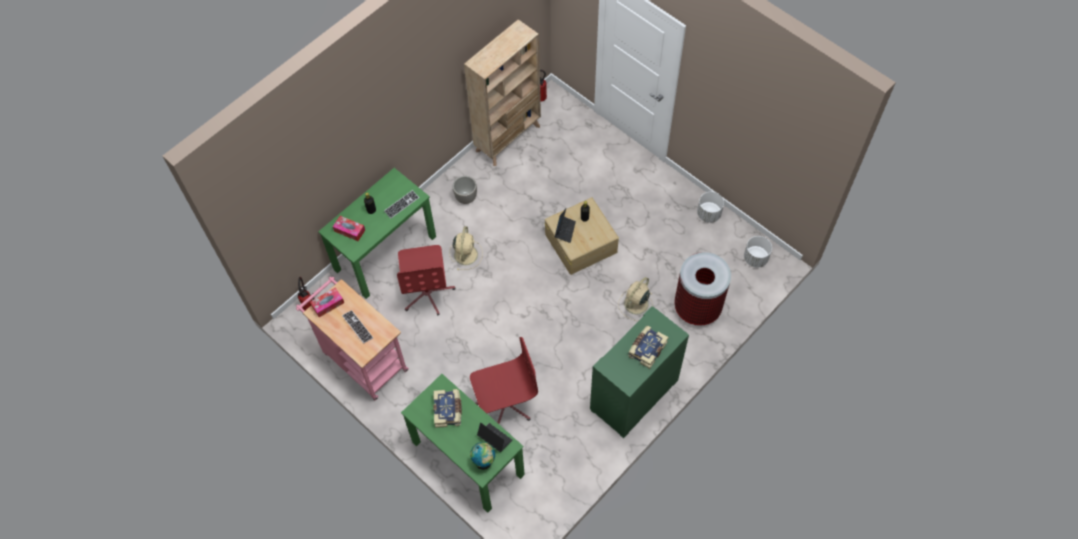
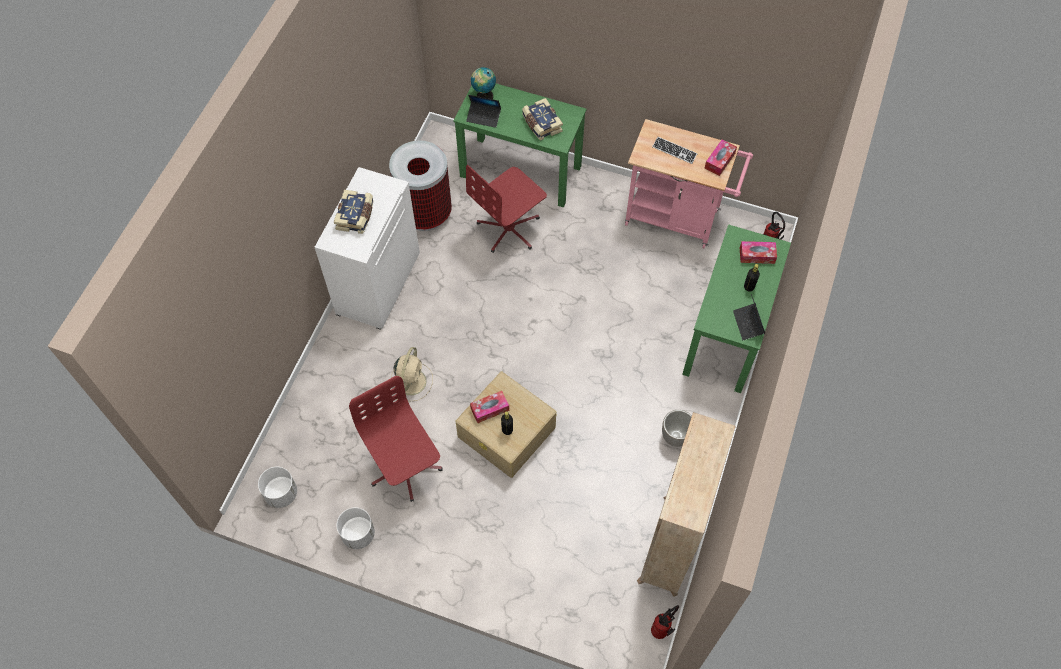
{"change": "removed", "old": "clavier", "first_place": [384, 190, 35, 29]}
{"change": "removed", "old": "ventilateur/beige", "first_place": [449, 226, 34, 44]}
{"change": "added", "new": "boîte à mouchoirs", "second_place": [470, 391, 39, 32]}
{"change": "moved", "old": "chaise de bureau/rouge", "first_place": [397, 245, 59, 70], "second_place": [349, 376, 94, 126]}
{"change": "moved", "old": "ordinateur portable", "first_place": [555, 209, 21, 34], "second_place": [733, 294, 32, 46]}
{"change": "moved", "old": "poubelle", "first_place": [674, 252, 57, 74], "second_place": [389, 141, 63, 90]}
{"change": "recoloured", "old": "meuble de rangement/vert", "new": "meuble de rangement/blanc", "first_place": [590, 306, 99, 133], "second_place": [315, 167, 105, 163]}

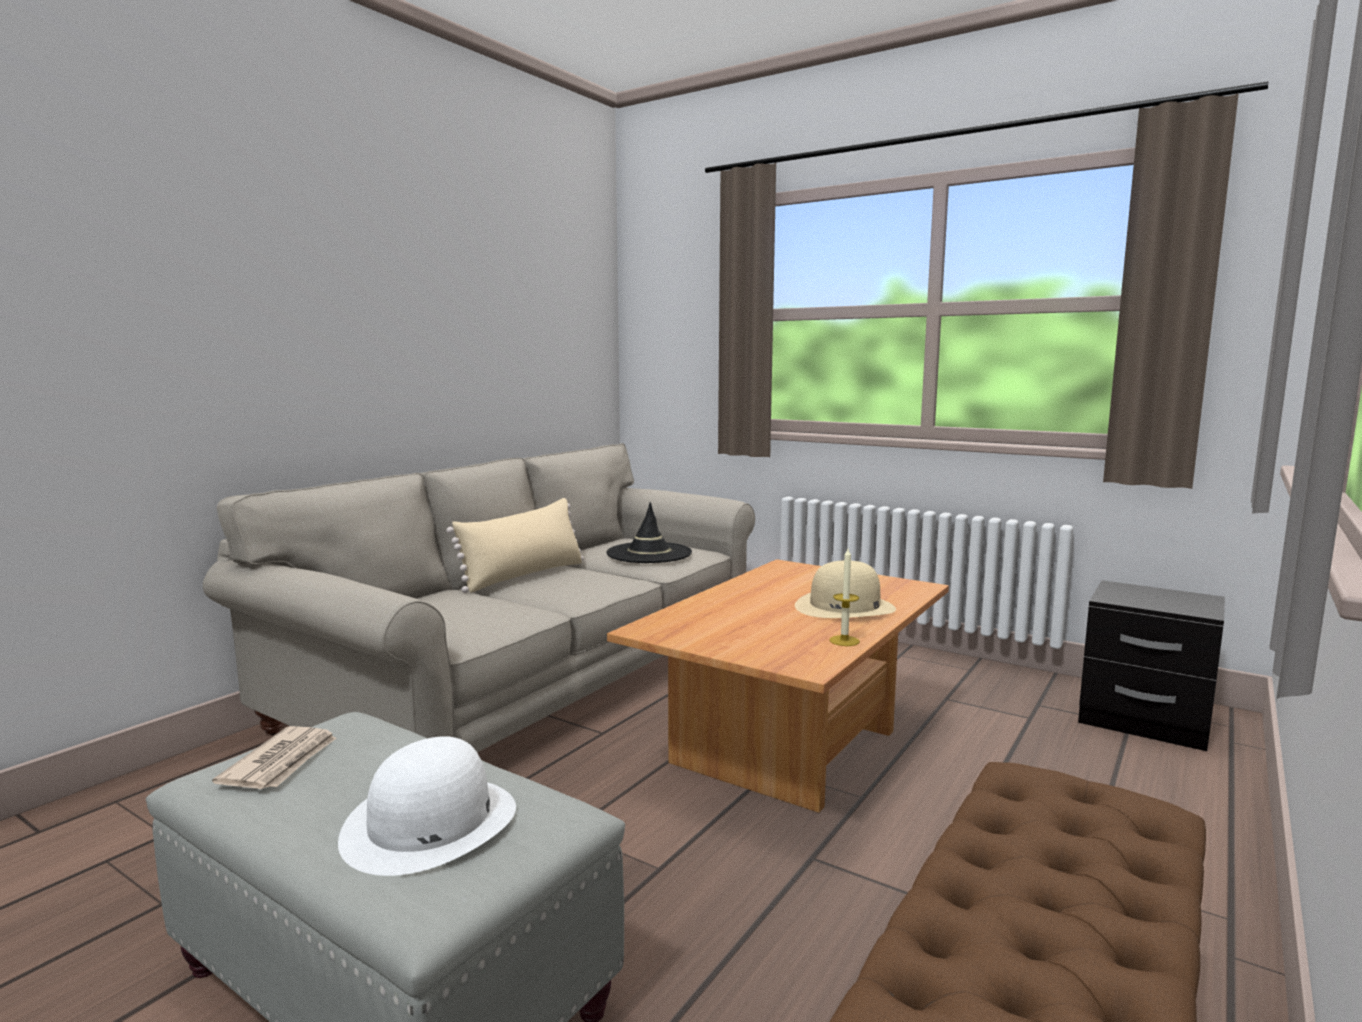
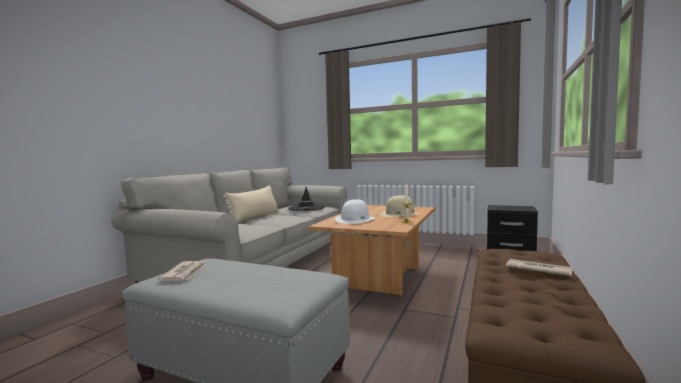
{"change": "added", "new": "journal", "second_place": [506, 259, 67, 18]}
{"change": "moved", "old": "chapeau/blanc", "first_place": [338, 736, 178, 140], "second_place": [335, 199, 41, 25]}

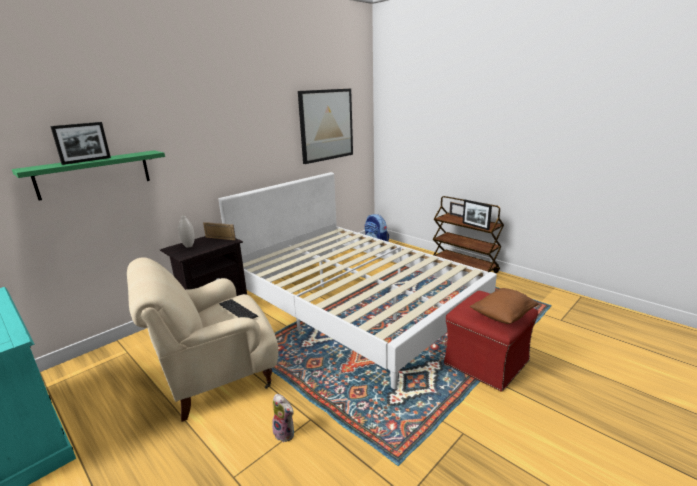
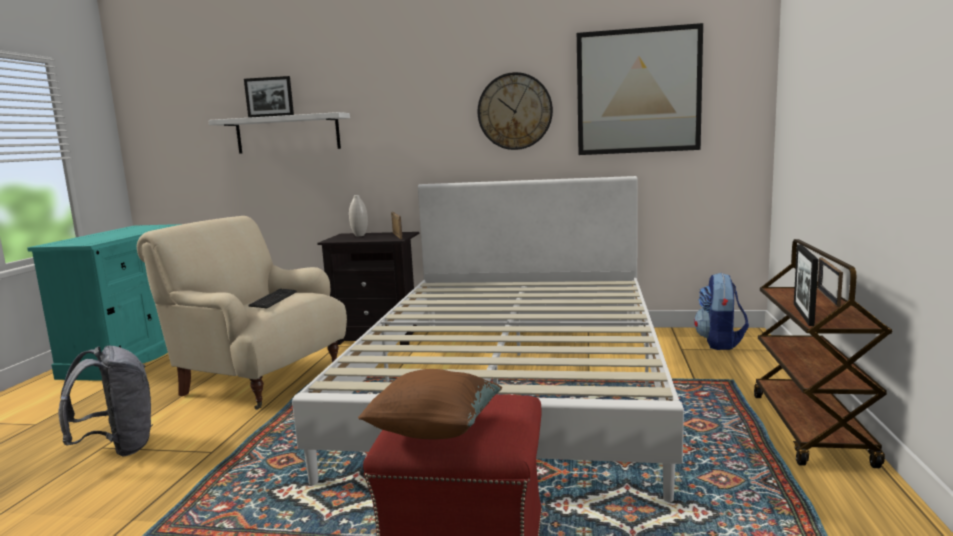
{"change": "removed", "old": "peluche", "first_place": [272, 394, 22, 49]}
{"change": "added", "new": "sac à dos/gris", "second_place": [58, 346, 95, 110]}
{"change": "added", "new": "horloge murale", "second_place": [477, 72, 76, 78]}
{"change": "recoloured", "old": "étagère/vert", "new": "étagère/blanc", "first_place": [12, 150, 153, 51], "second_place": [208, 112, 142, 42]}

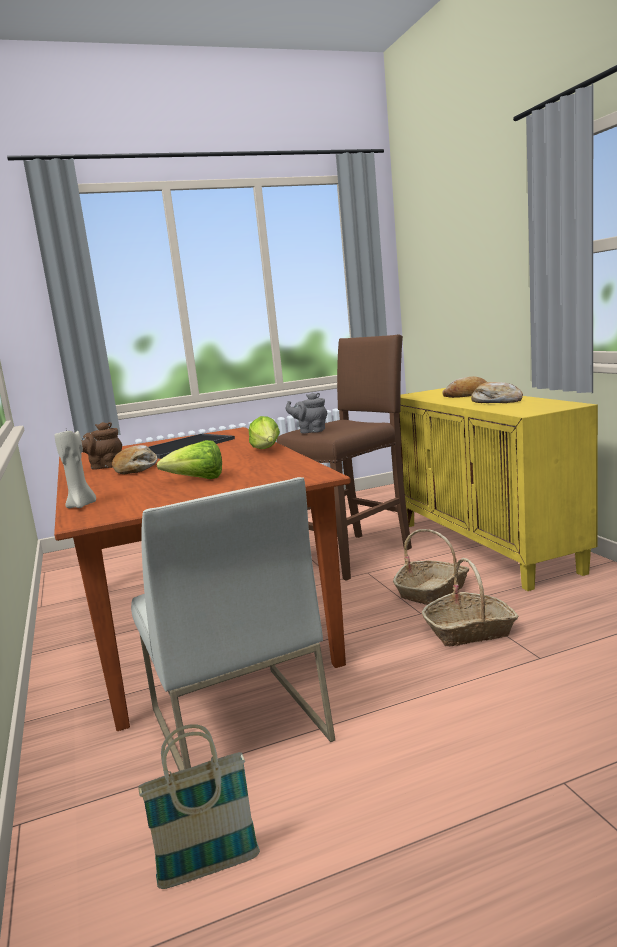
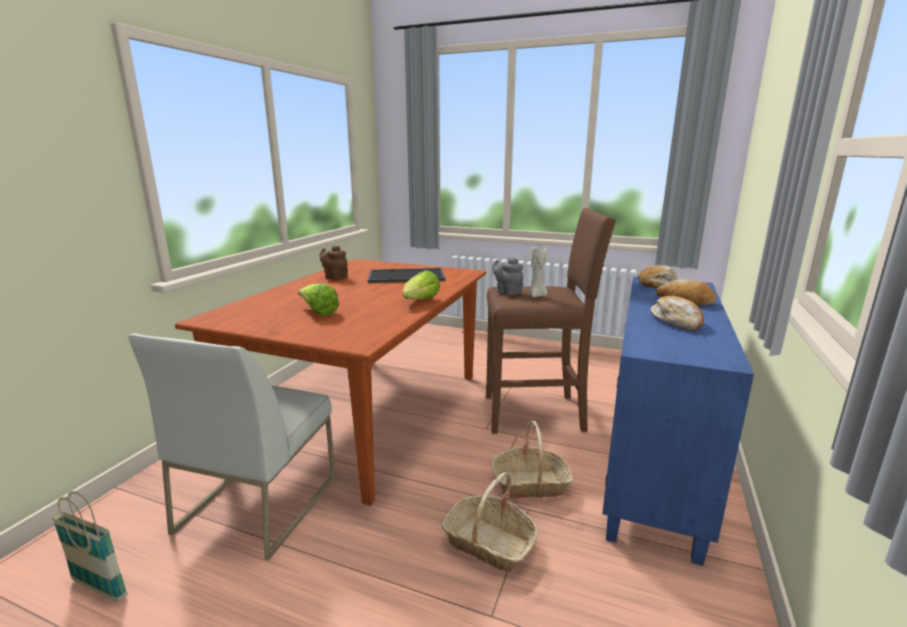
{"change": "moved", "old": "bougie/beige", "first_place": [54, 430, 42, 78], "second_place": [528, 247, 20, 51]}
{"change": "moved", "old": "pain", "first_place": [112, 445, 46, 29], "second_place": [638, 265, 40, 23]}
{"change": "recoloured", "old": "meuble de rangement/jaune", "new": "meuble de rangement/bleu", "first_place": [399, 388, 199, 203], "second_place": [602, 276, 152, 290]}

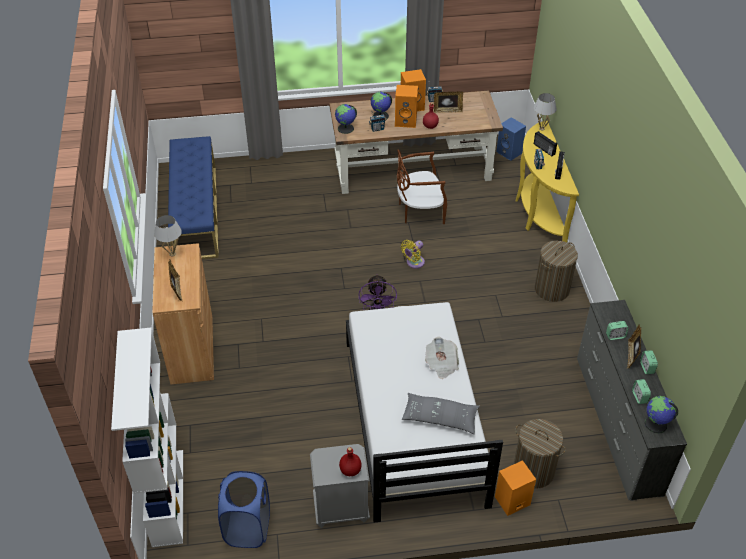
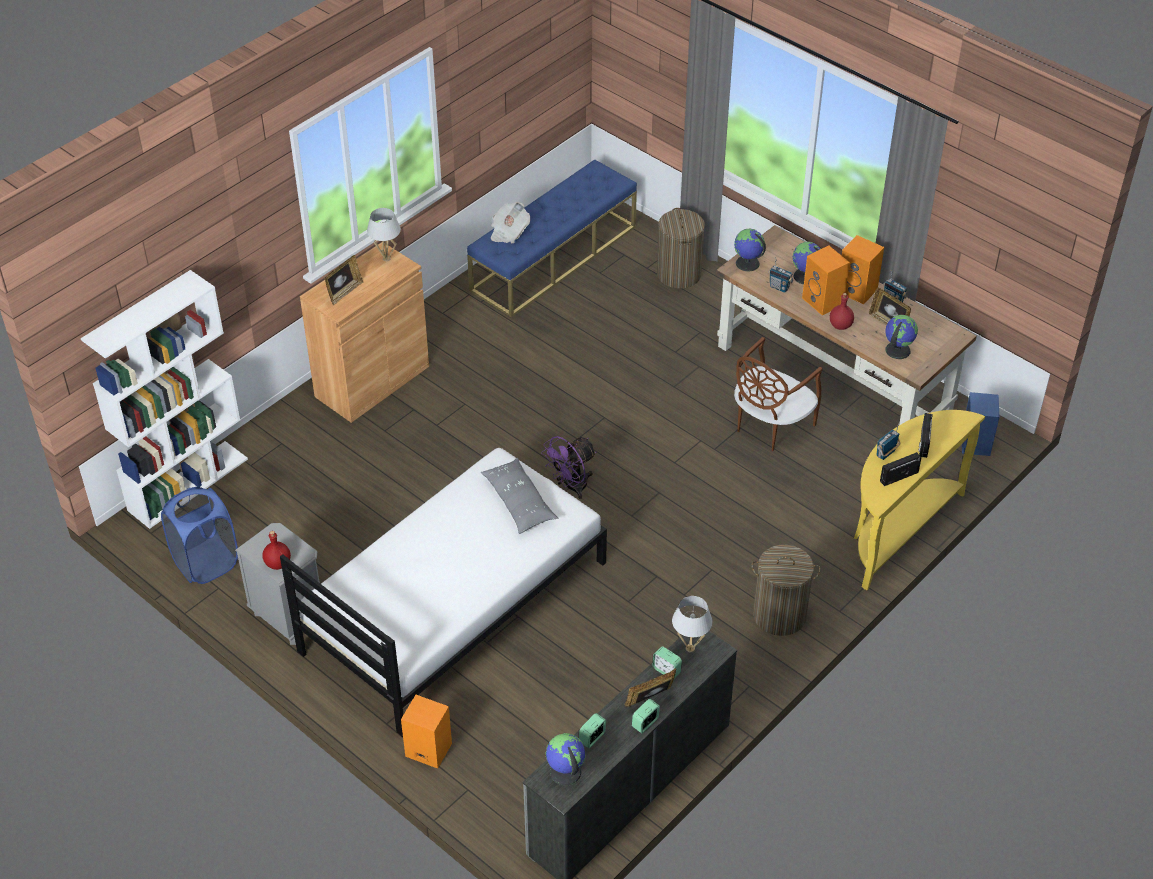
{"change": "removed", "old": "ventilateur/jaune", "first_place": [401, 240, 24, 29]}
{"change": "added", "new": "globe", "second_place": [885, 315, 33, 44]}
{"change": "moved", "old": "coussin/gris", "first_place": [402, 393, 78, 41], "second_place": [481, 458, 77, 76]}
{"change": "moved", "old": "journal", "first_place": [425, 337, 34, 42], "second_place": [491, 202, 39, 41]}
{"change": "moved", "old": "panier à linge", "first_place": [514, 419, 52, 70], "second_place": [657, 208, 48, 81]}
{"change": "moved", "old": "lampe de table/blanc", "first_place": [534, 93, 23, 37], "second_place": [672, 596, 41, 57]}
{"change": "turned", "old": "chaise/marron", "first_place": [397, 150, 50, 74], "second_place": [734, 337, 88, 114], "degrees": -90}

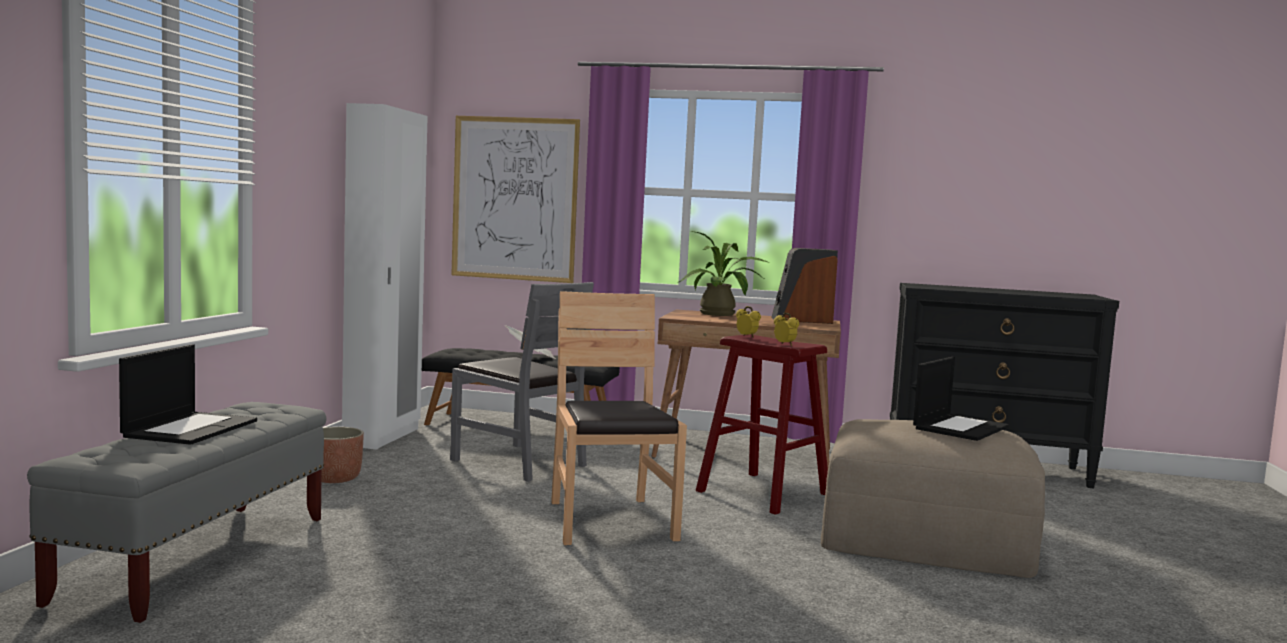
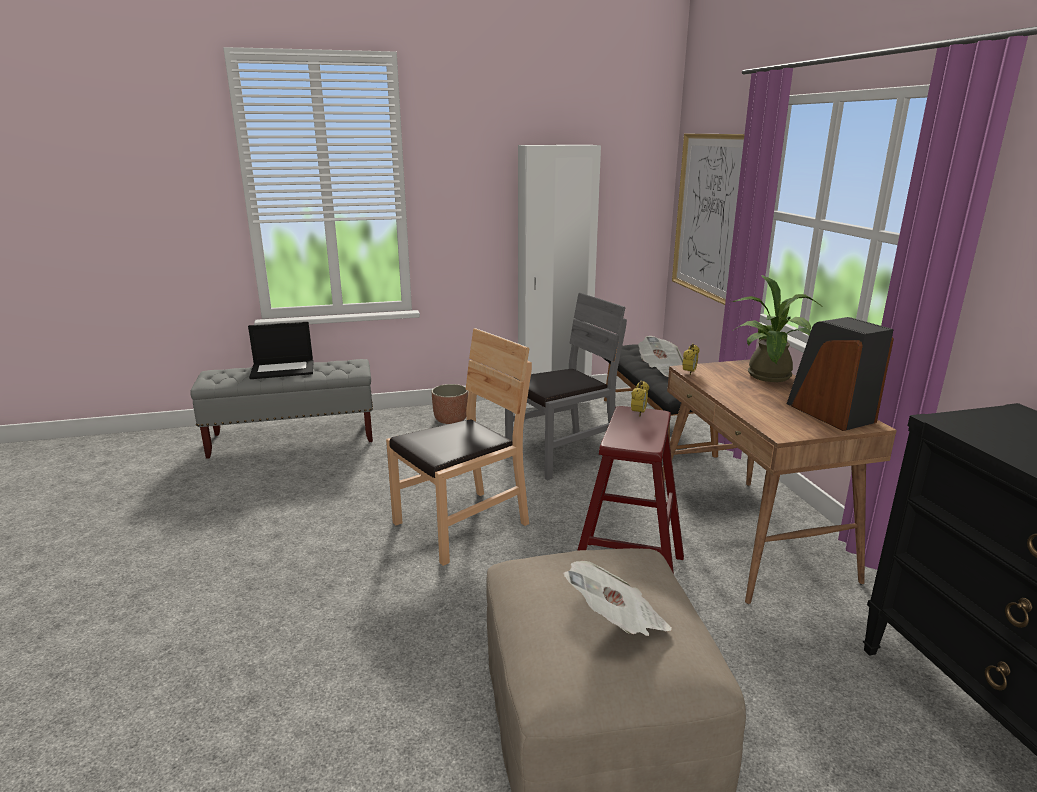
{"change": "moved", "old": "réveil", "first_place": [774, 312, 26, 34], "second_place": [683, 343, 17, 32]}
{"change": "replaced", "old": "ordinateur portable", "new": "journal", "first_place": [913, 357, 96, 84], "second_place": [563, 561, 109, 75]}
{"change": "turned", "old": "chaise/gris", "first_place": [450, 282, 144, 200], "second_place": [505, 293, 122, 187], "degrees": -135}

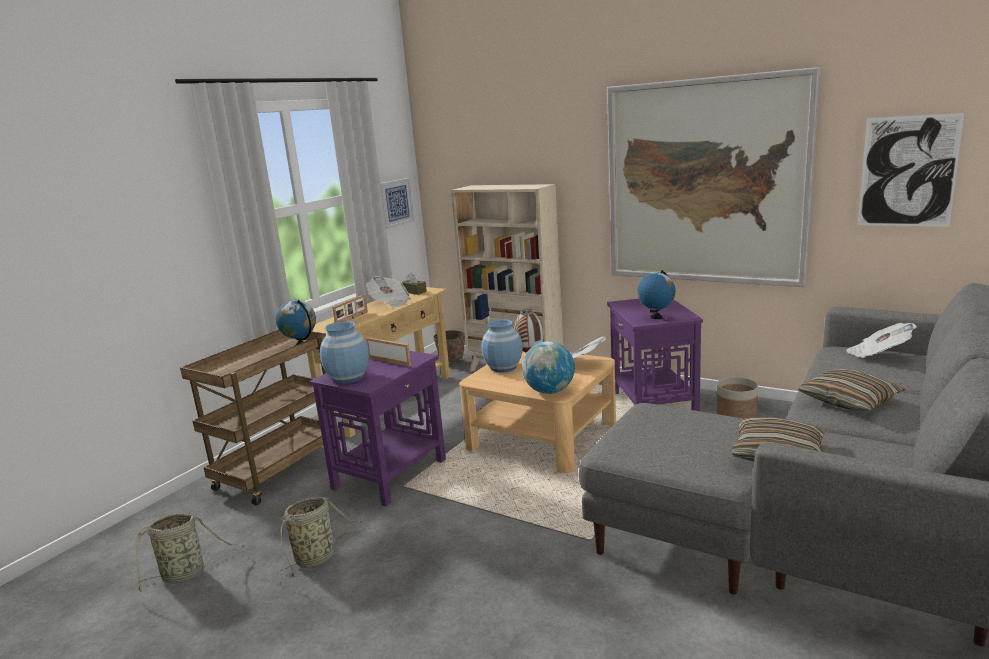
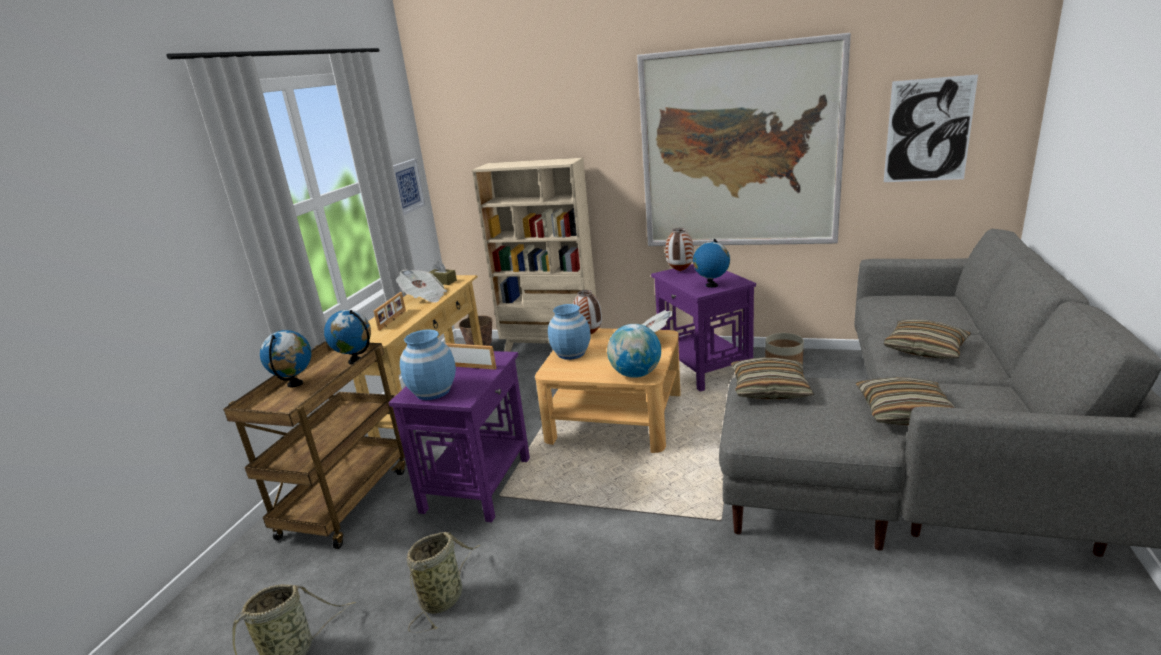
{"change": "removed", "old": "journal", "first_place": [846, 323, 71, 35]}
{"change": "added", "new": "globe", "second_place": [260, 330, 51, 57]}
{"change": "added", "new": "vase", "second_place": [666, 228, 28, 43]}
{"change": "added", "new": "coussin", "second_place": [731, 358, 83, 41]}

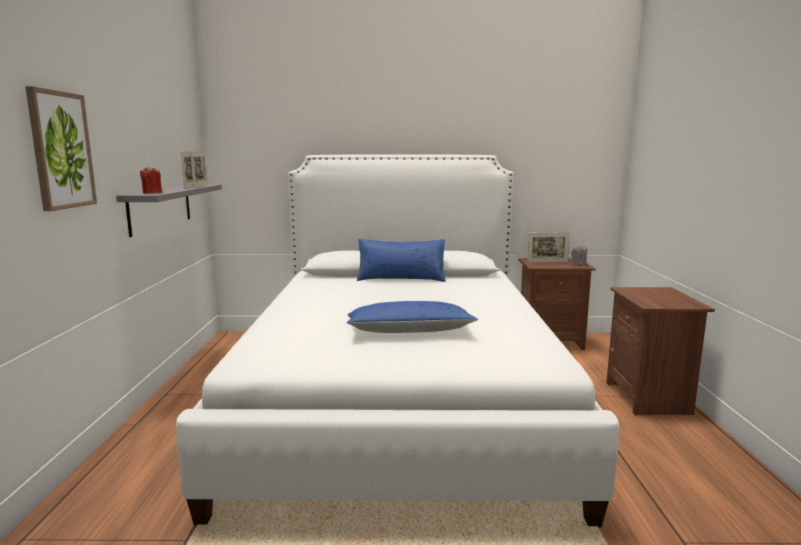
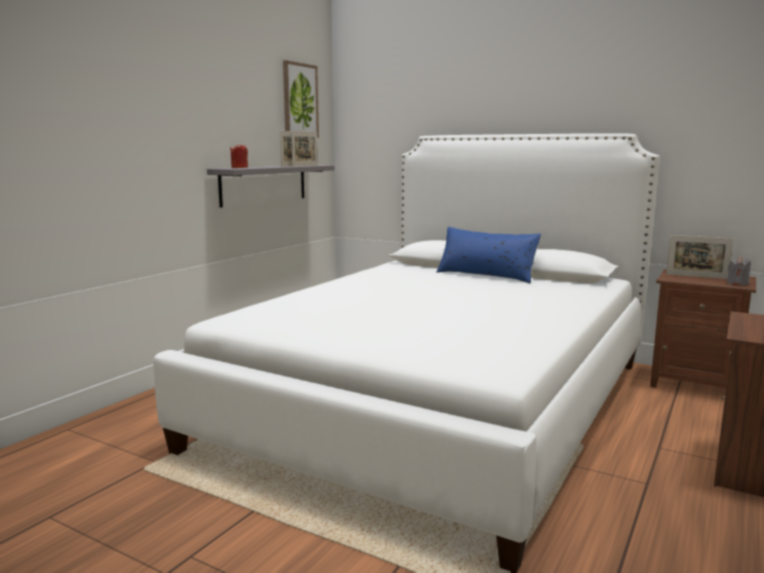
{"change": "removed", "old": "coussin/bleu", "first_place": [347, 301, 131, 32]}
{"change": "moved", "old": "tableau", "first_place": [25, 86, 72, 125], "second_place": [283, 60, 36, 78]}

